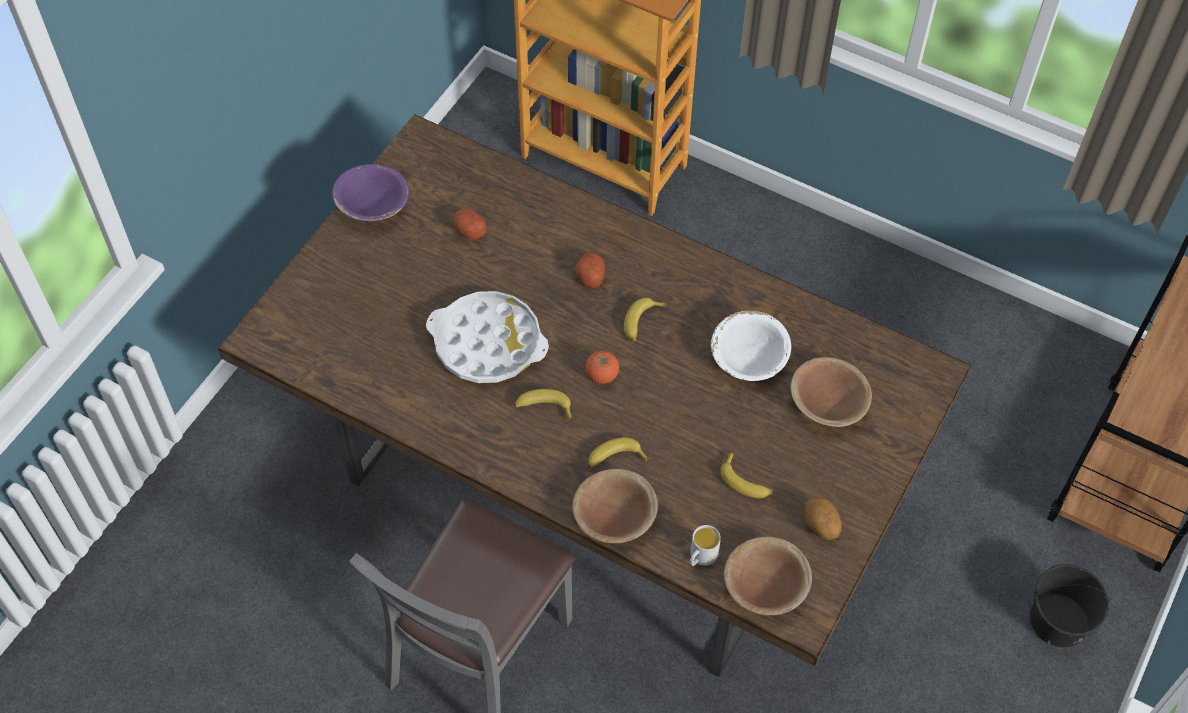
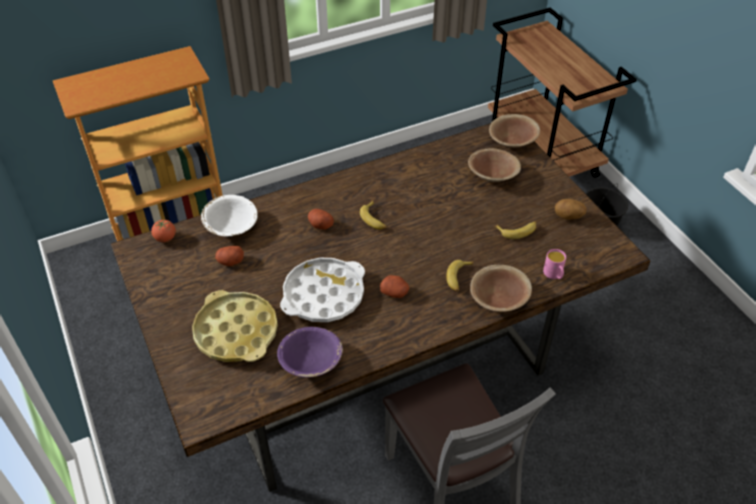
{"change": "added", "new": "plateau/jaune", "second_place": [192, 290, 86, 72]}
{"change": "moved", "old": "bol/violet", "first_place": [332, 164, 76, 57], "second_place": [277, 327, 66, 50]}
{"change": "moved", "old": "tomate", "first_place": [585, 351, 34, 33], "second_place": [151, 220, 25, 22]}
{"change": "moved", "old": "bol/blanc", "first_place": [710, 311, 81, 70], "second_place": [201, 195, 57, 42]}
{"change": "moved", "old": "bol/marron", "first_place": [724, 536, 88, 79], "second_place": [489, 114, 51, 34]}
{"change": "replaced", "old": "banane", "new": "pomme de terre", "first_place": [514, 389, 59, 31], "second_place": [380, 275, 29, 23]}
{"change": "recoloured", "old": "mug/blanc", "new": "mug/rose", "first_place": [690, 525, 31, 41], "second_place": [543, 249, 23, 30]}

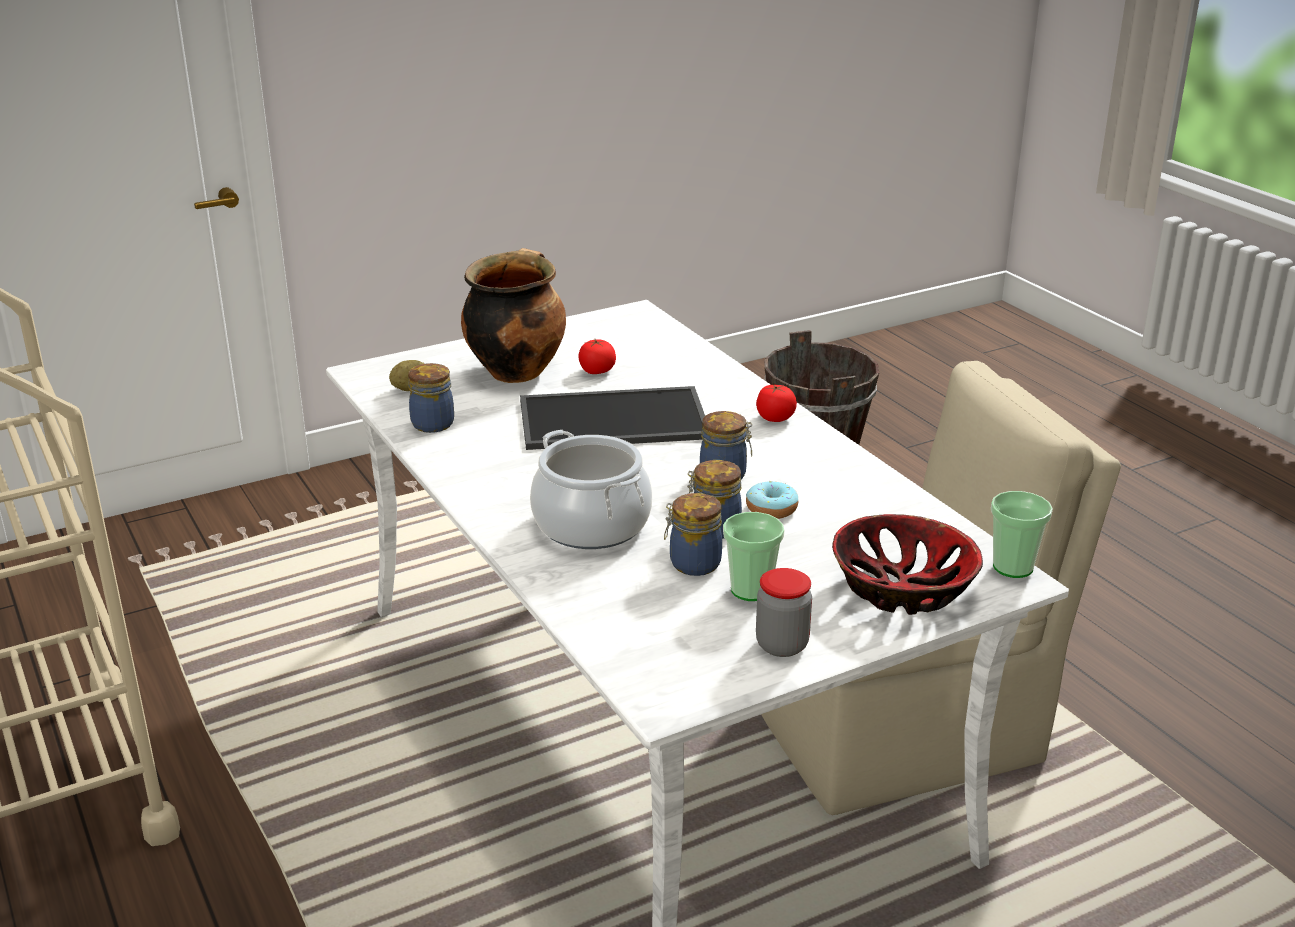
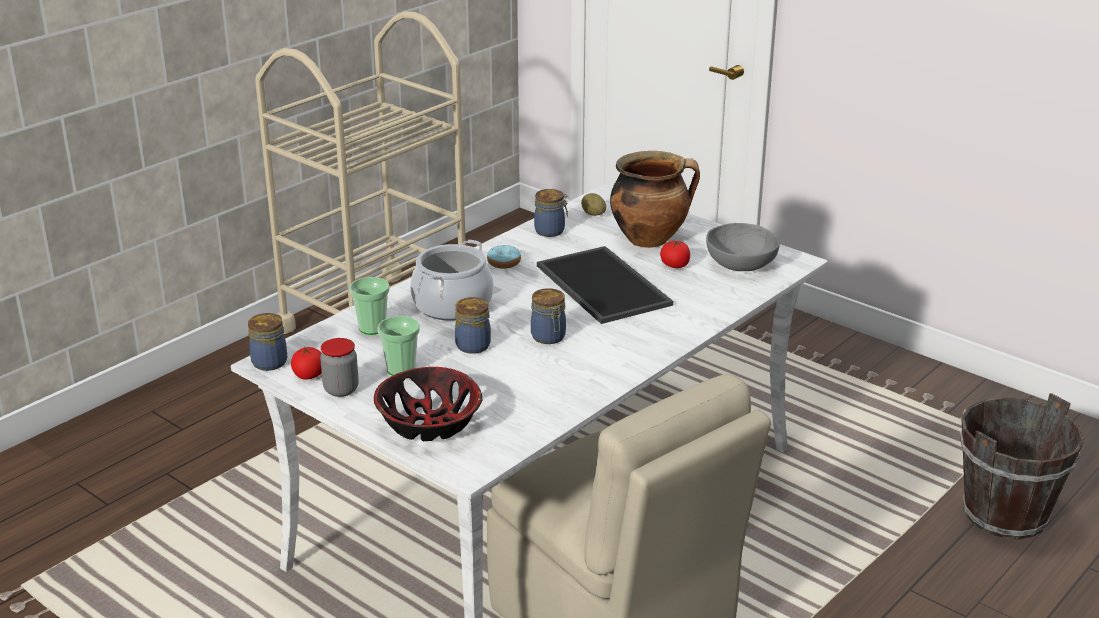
{"change": "added", "new": "bol/gris", "second_place": [706, 223, 74, 48]}
{"change": "moved", "old": "bocal", "first_place": [664, 493, 58, 83], "second_place": [248, 313, 39, 58]}
{"change": "moved", "old": "beignet", "first_place": [746, 481, 52, 38], "second_place": [487, 245, 34, 24]}
{"change": "moved", "old": "tomate", "first_place": [756, 384, 41, 38], "second_place": [291, 347, 31, 33]}
{"change": "moved", "old": "tasse", "first_place": [991, 491, 62, 87], "second_place": [349, 277, 41, 58]}

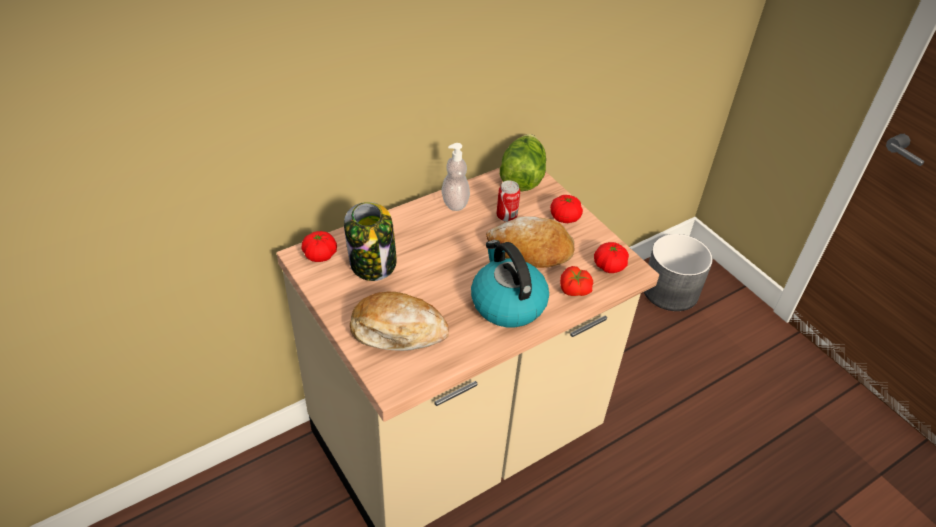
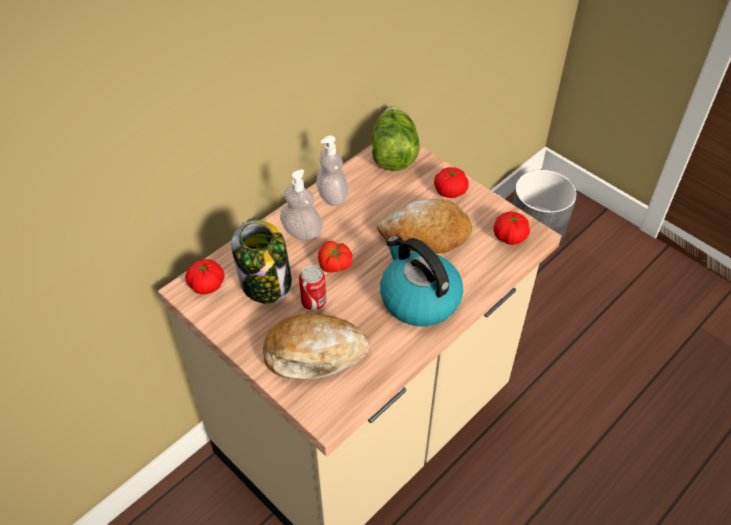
{"change": "added", "new": "distributeur de savon", "second_place": [280, 169, 43, 72]}
{"change": "moved", "old": "boîte métallique", "first_place": [496, 180, 24, 42], "second_place": [299, 265, 28, 45]}
{"change": "moved", "old": "tomate", "first_place": [560, 266, 33, 30], "second_place": [318, 241, 34, 32]}

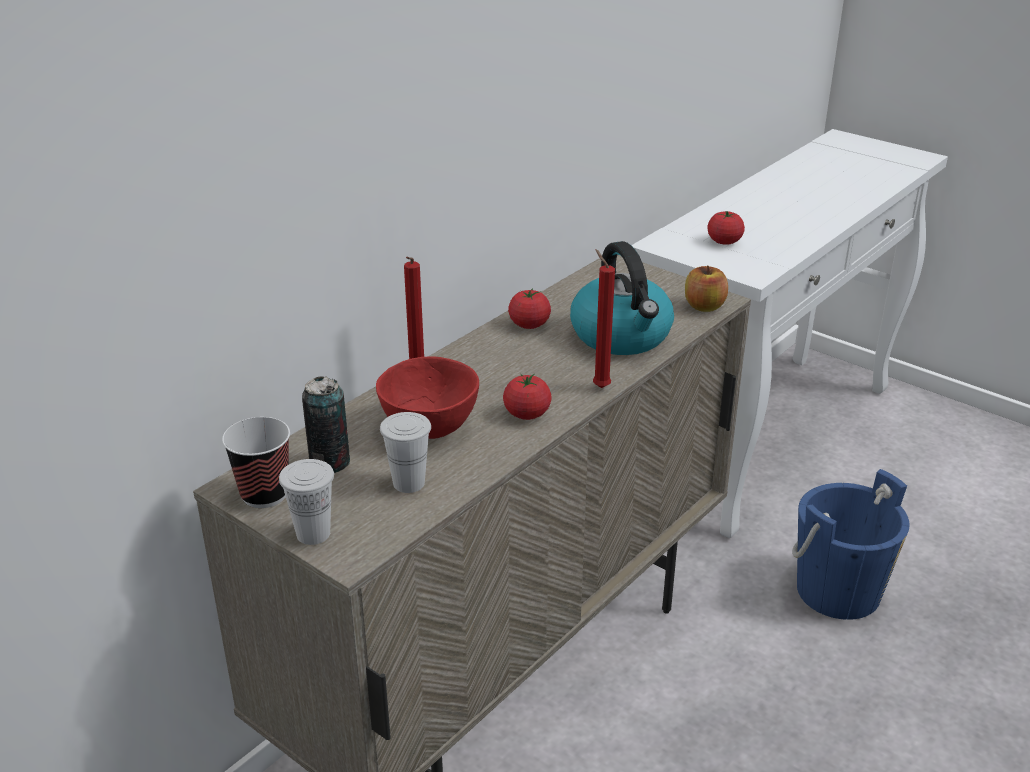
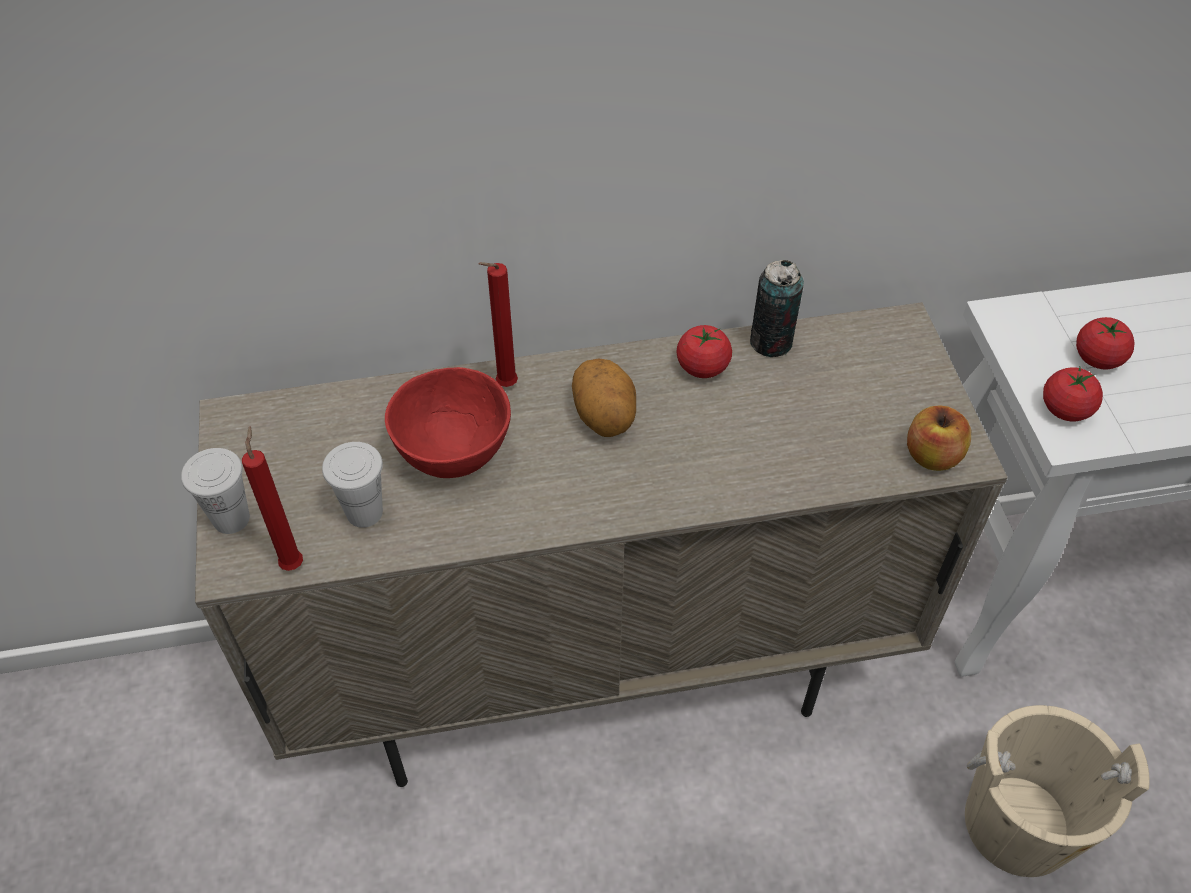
{"change": "removed", "old": "tasse", "first_place": [222, 417, 68, 91]}
{"change": "removed", "old": "bouilloire", "first_place": [570, 241, 104, 114]}
{"change": "added", "new": "pomme de terre", "second_place": [572, 359, 64, 78]}
{"change": "moved", "old": "boîte métallique", "first_place": [302, 376, 48, 97], "second_place": [750, 260, 54, 97]}
{"change": "moved", "old": "tomate", "first_place": [503, 373, 49, 47], "second_place": [1043, 367, 60, 54]}
{"change": "moved", "old": "bougie/rouge", "first_place": [593, 249, 22, 139], "second_place": [242, 426, 61, 145]}
{"change": "recoloured", "old": "seau/bleu", "new": "seau/beige", "first_place": [792, 469, 118, 151], "second_place": [965, 705, 185, 172]}

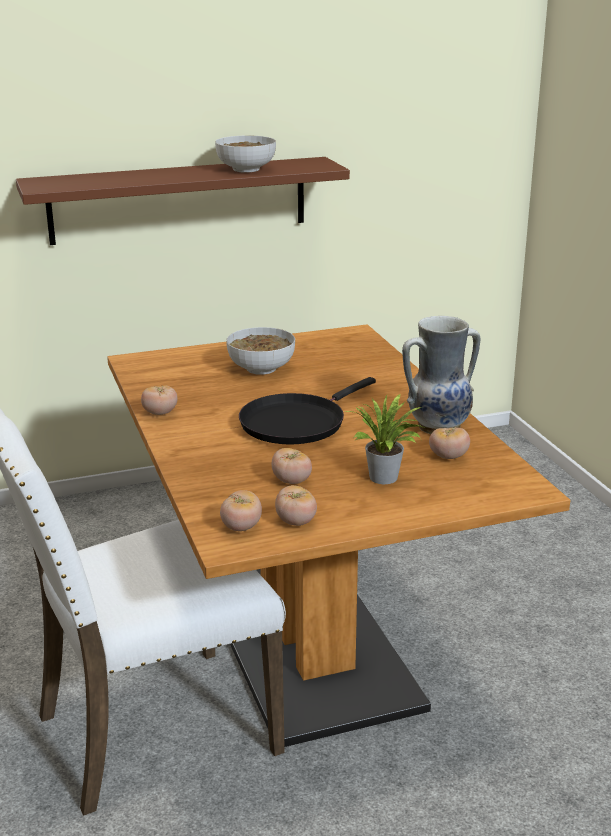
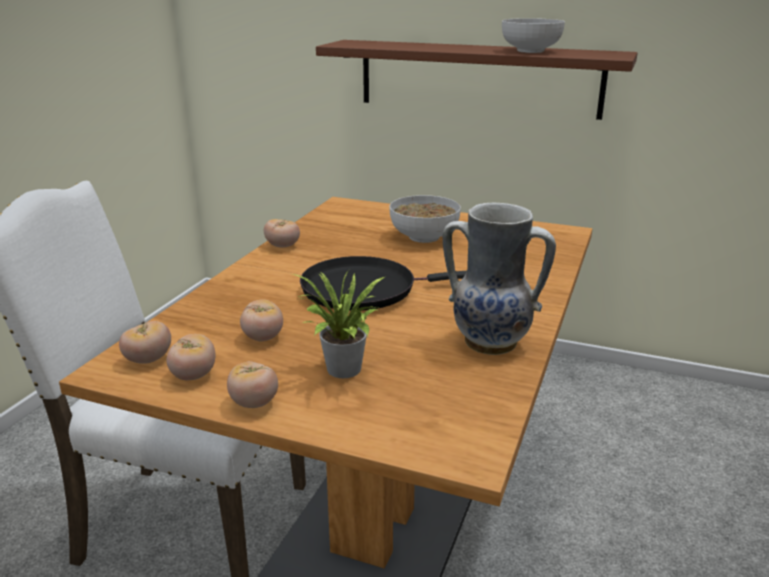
{"change": "moved", "old": "tomate", "first_place": [429, 427, 41, 32], "second_place": [227, 361, 51, 47]}

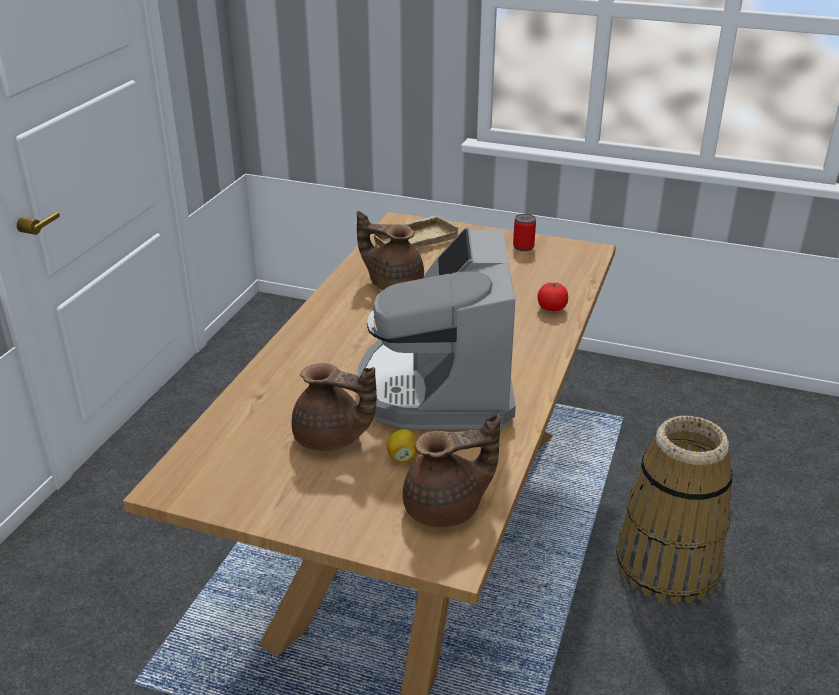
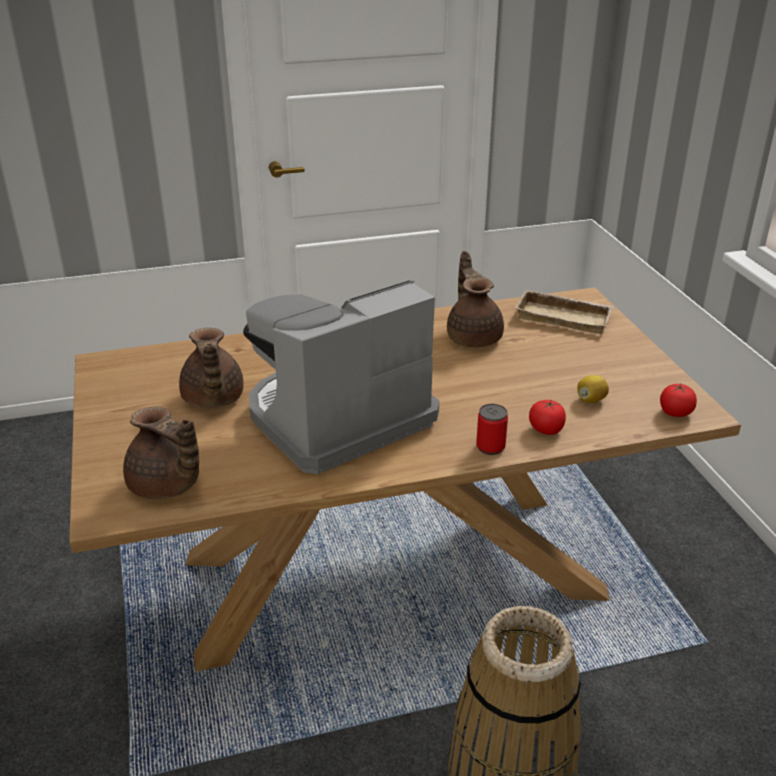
{"change": "added", "new": "tomate", "second_place": [660, 383, 37, 34]}
{"change": "moved", "old": "citron", "first_place": [387, 429, 31, 34], "second_place": [577, 375, 32, 28]}
{"change": "moved", "old": "boîte métallique", "first_place": [513, 214, 23, 37], "second_place": [476, 404, 32, 51]}

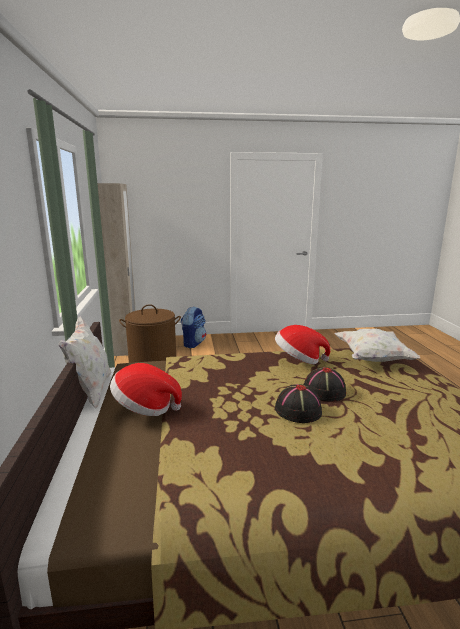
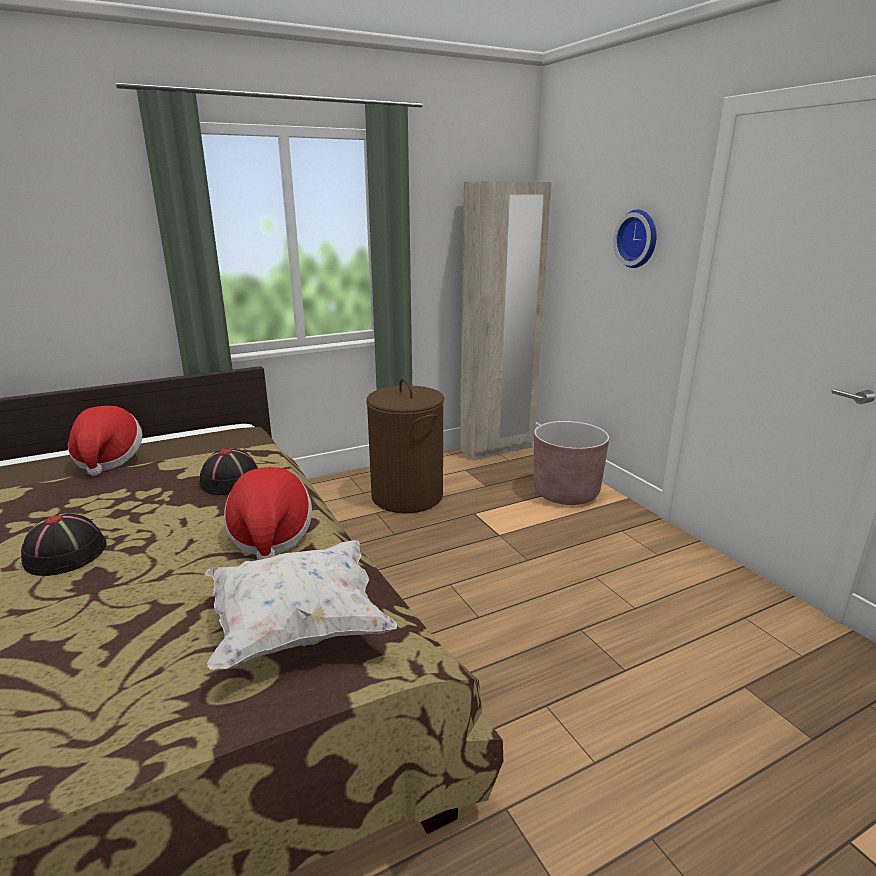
{"change": "removed", "old": "coussin/blanc", "first_place": [59, 315, 52, 94]}
{"change": "added", "new": "horloge murale", "second_place": [613, 209, 44, 59]}
{"change": "moved", "old": "chapeau/noir", "first_place": [303, 367, 43, 35], "second_place": [200, 448, 58, 47]}
{"change": "replaced", "old": "sac à dos", "new": "cache-pot/marron", "first_place": [181, 306, 25, 42], "second_place": [534, 421, 75, 84]}

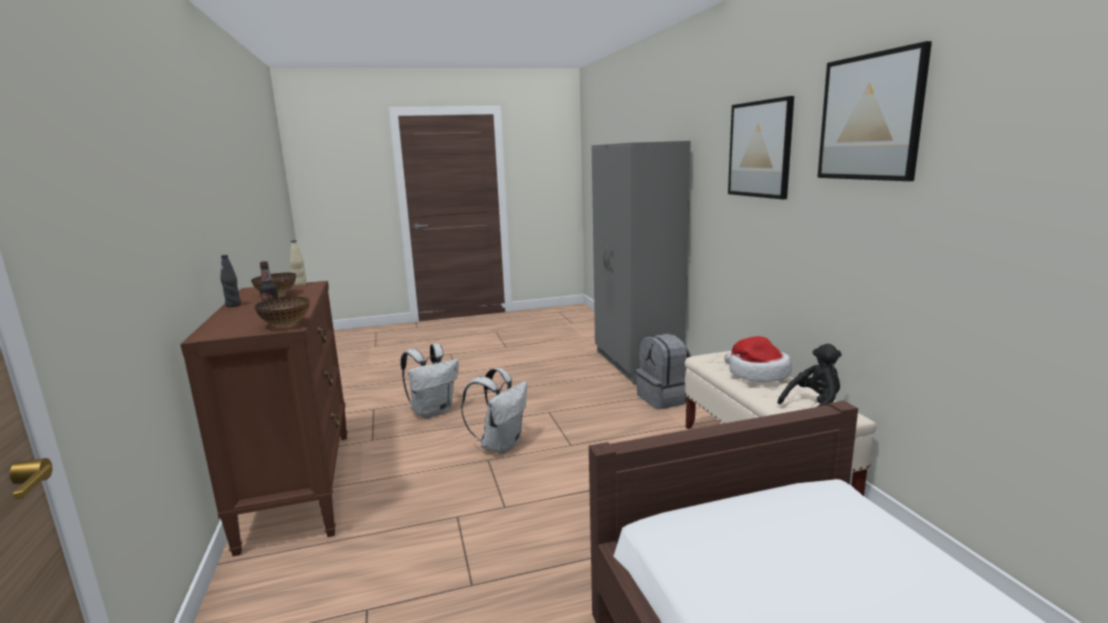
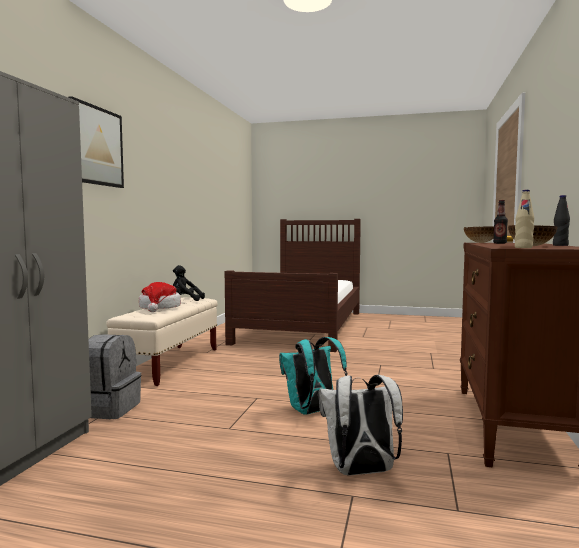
{"change": "removed", "old": "tableau", "first_place": [817, 41, 115, 140]}
{"change": "recoloured", "old": "sac à dos/blanc", "new": "sac à dos/turquoise", "first_place": [461, 368, 66, 86], "second_place": [279, 337, 69, 78]}

